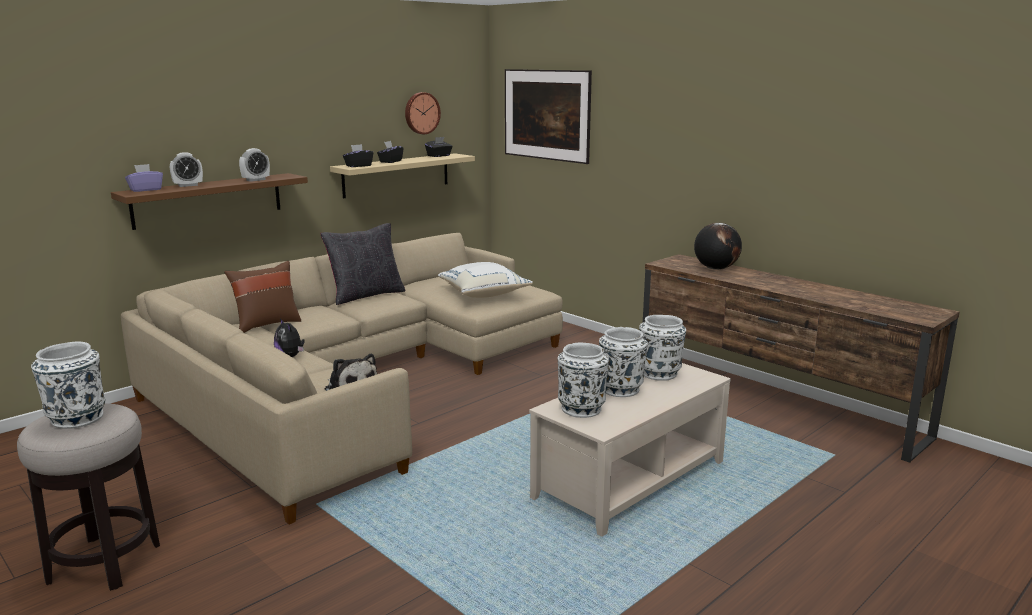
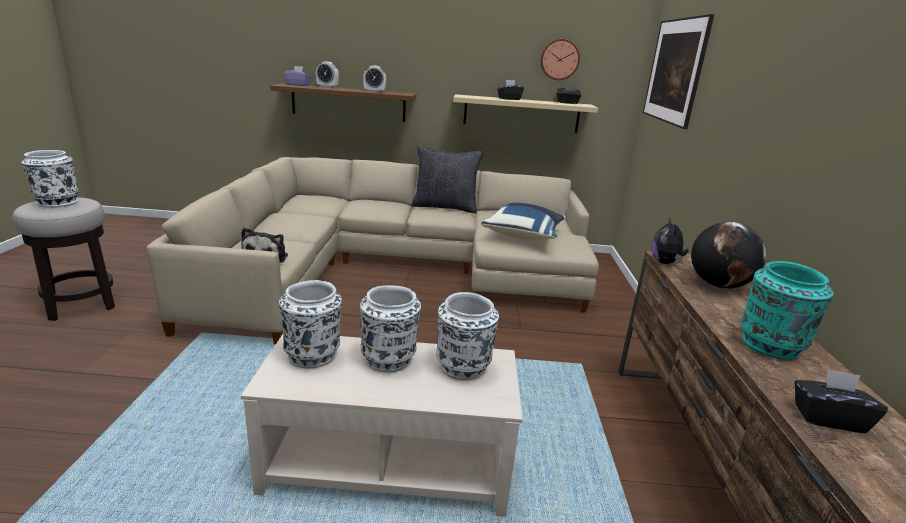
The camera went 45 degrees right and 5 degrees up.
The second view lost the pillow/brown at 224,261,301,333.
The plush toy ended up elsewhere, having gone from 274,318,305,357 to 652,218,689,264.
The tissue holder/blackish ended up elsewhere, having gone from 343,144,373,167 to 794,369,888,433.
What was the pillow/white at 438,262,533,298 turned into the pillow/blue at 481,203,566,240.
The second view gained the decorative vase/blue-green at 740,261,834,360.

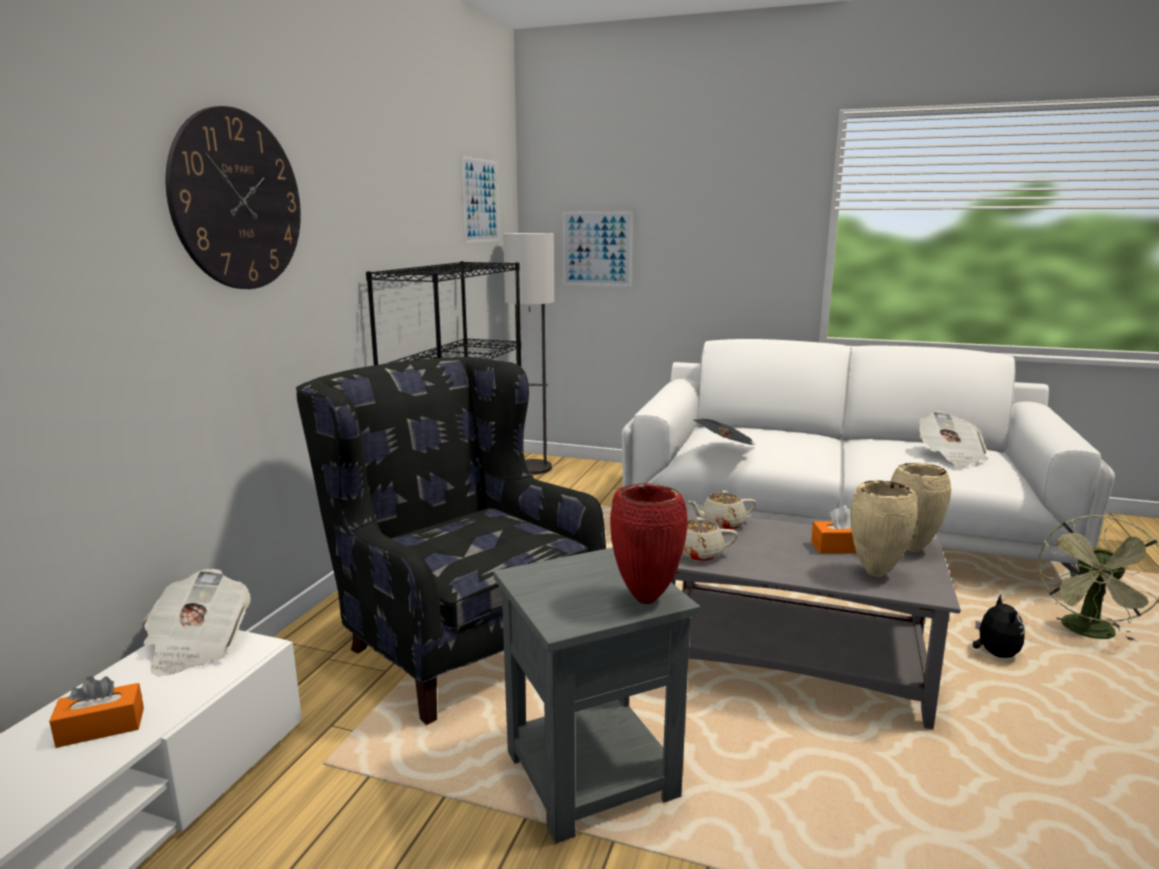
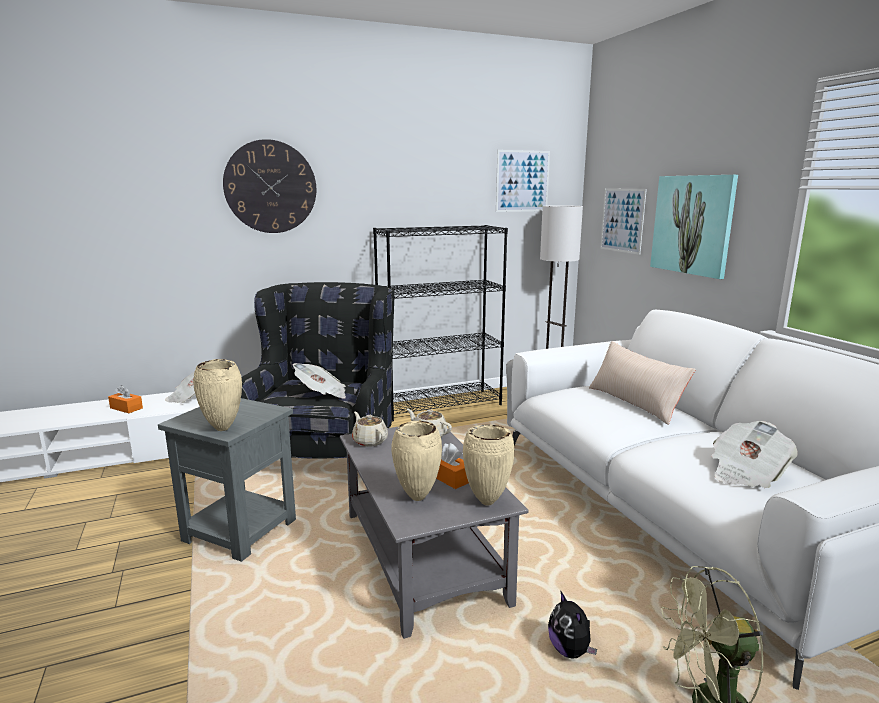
The camera went 50 degrees right and 0 degrees up.
What was the decorative vase/red-coloured at 610,484,687,604 turned into the decorative vase/beige-coloured at 193,359,242,431.
The newspaper ended up elsewhere, having gone from 693,419,755,445 to 293,363,346,399.
The plush toy at 973,594,1025,658 ended up facing another way, 105 degrees clockwise from before.
The second view gained the pillow/beige-coloured at 589,341,696,425.
The second view gained the wall picture at 650,175,738,279.

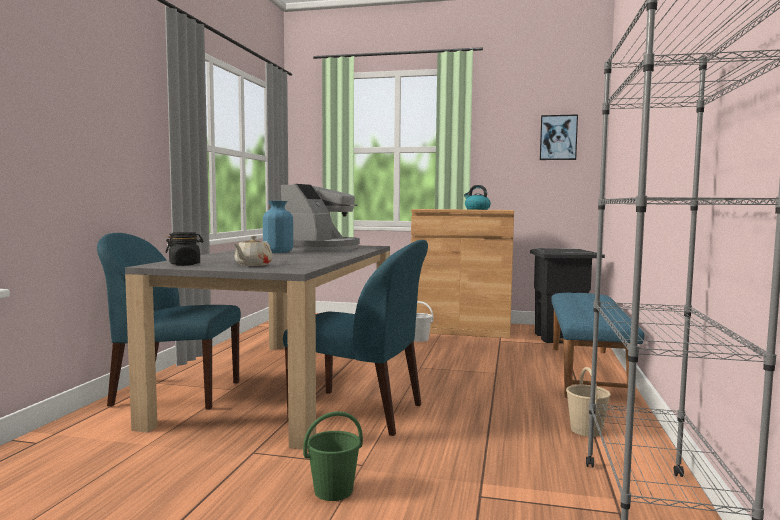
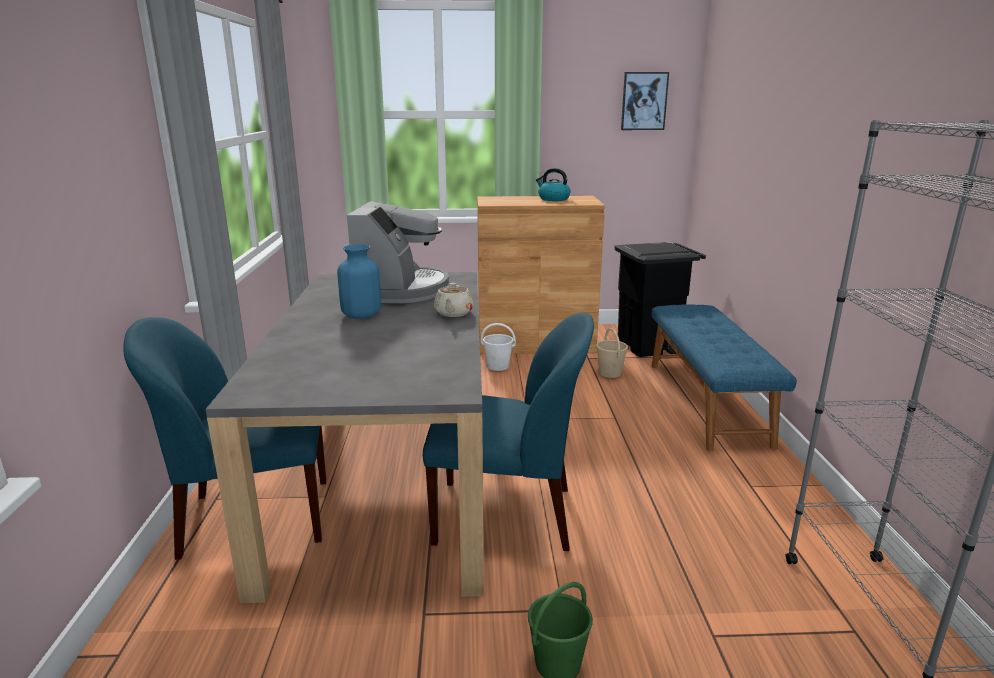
The camera went 15 degrees left and 15 degrees up.
The second view lost the storage jar/blackish at 165,232,204,266.
The pot for tea/beige-coloured ended up elsewhere, having gone from 234,236,273,266 to 434,283,473,317.
The bucket/beige-coloured ended up elsewhere, having gone from 566,367,611,437 to 596,328,628,378.

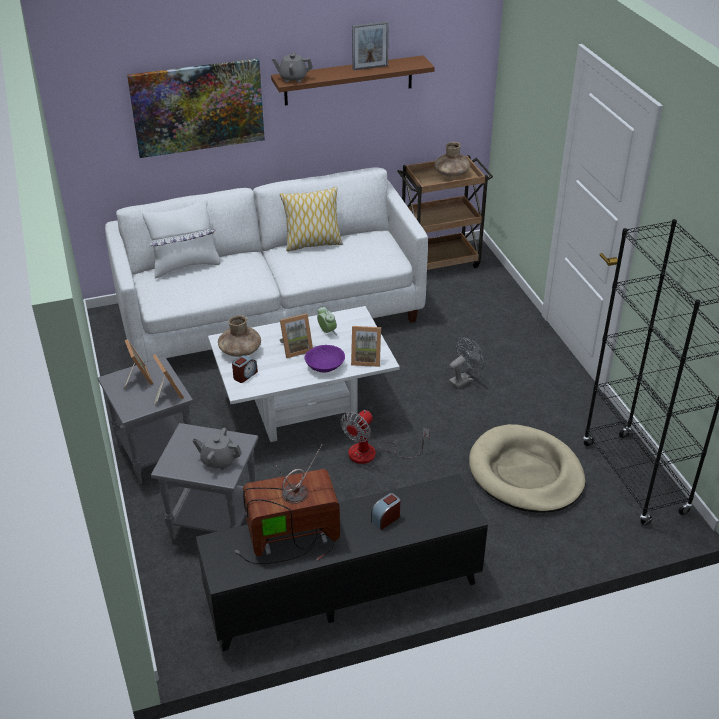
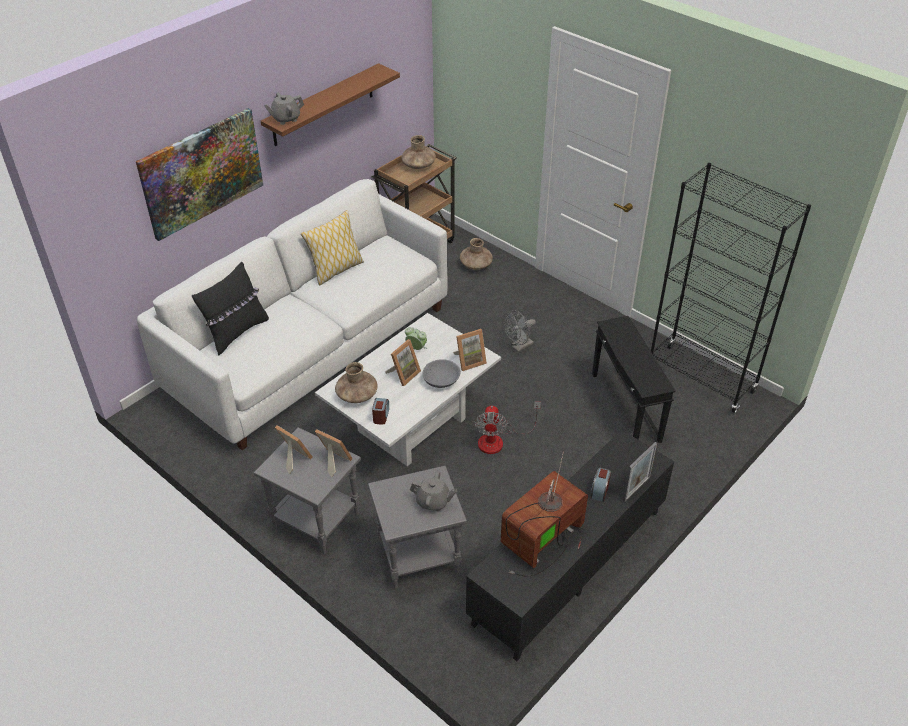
The camera went 30 degrees left and 5 degrees up.
What was the pillow/white at 142,199,220,278 turned into the pillow/blackish at 192,262,269,356.
The pot for tea/greyish at 192,428,242,470 ended up facing another way, 150 degrees counterclockwise from before.
What was the serving bowl/purple-coloured at 305,345,345,372 turned into the serving bowl/greyish at 422,359,461,388.
The standing frame ended up elsewhere, having gone from 352,21,389,70 to 623,442,657,503.
The fan/greyish at 449,337,484,389 ended up facing another way, 150 degrees counterclockwise from before.
Where the dog cushion/beige-coloured stood at 469,424,585,513, the accent table/blackish came to stand at 592,316,676,443.
The second view gained the decorative vase/brown at 460,238,493,270.

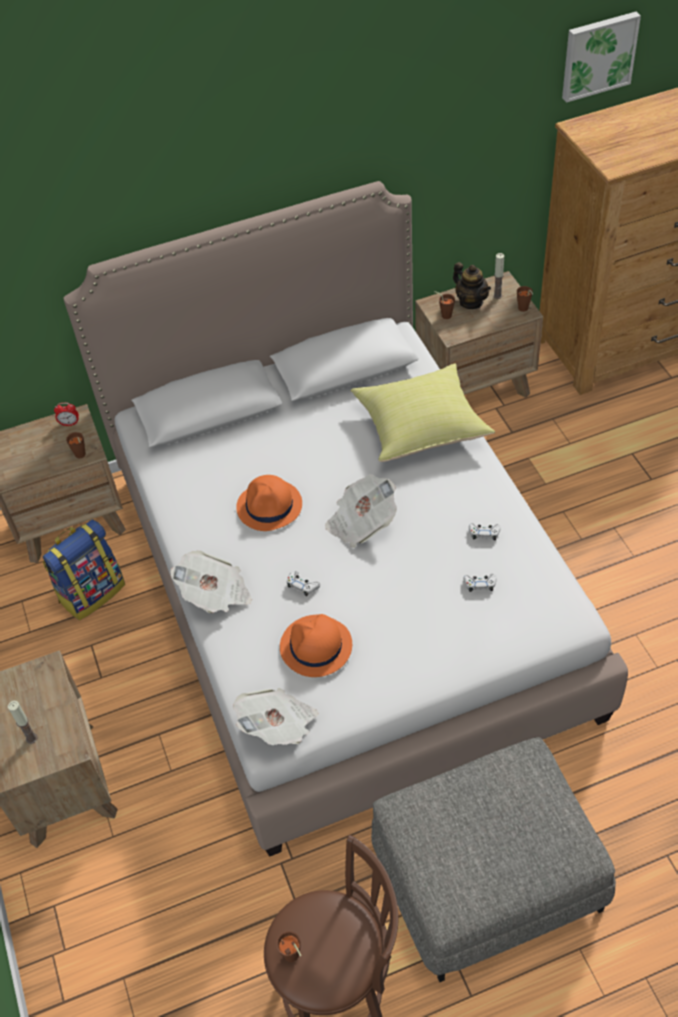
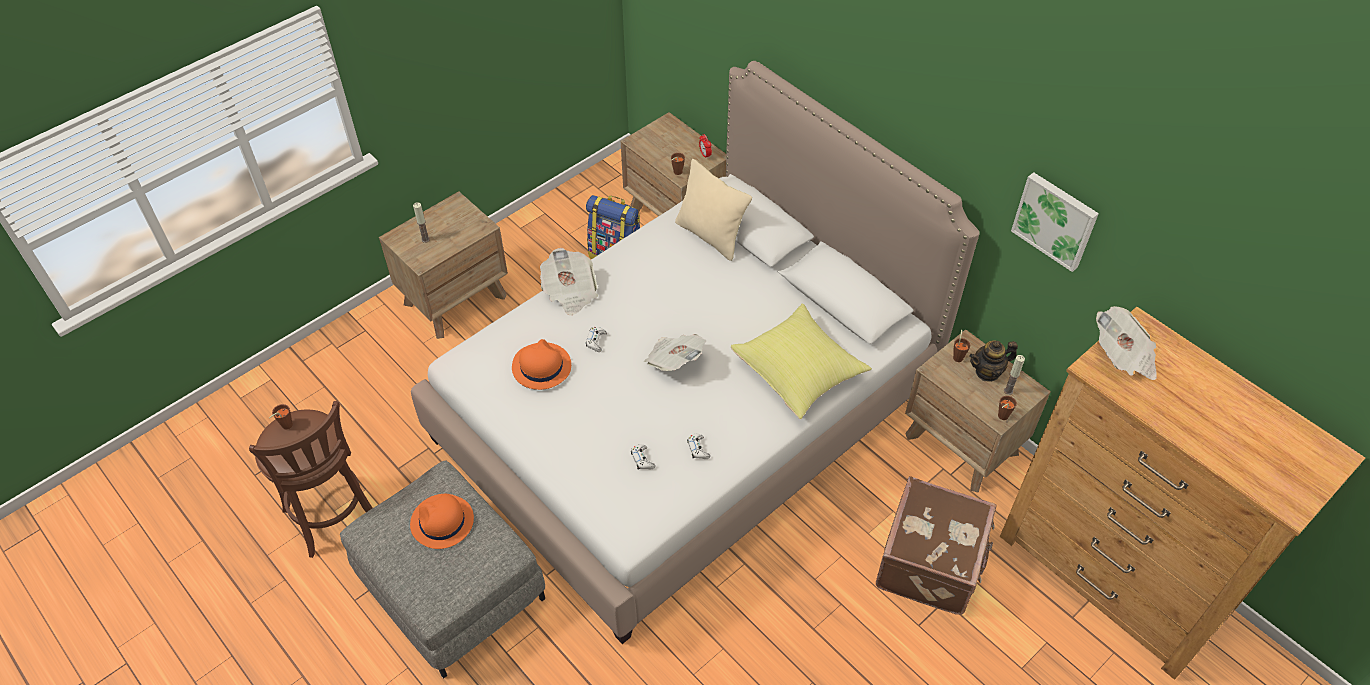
The camera went 65 degrees right and 0 degrees up.
The newspaper ended up elsewhere, having gone from 233,688,319,745 to 1096,306,1157,380.
The clothing hat/orangey ended up elsewhere, having gone from 236,475,302,531 to 410,493,474,549.
The pot for tea at 453,262,491,309 ended up facing another way, 45 degrees clockwise from before.
The wall picture ended up elsewhere, having gone from 562,12,641,103 to 1011,172,1099,272.
The second view gained the pillow/beige-coloured at 675,159,752,261.
The second view gained the piece of luggage/brown at 876,476,997,615.

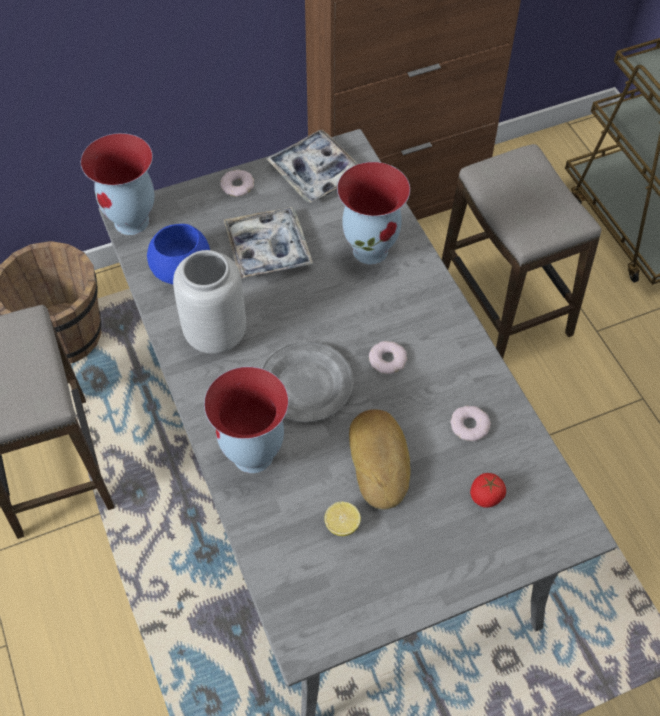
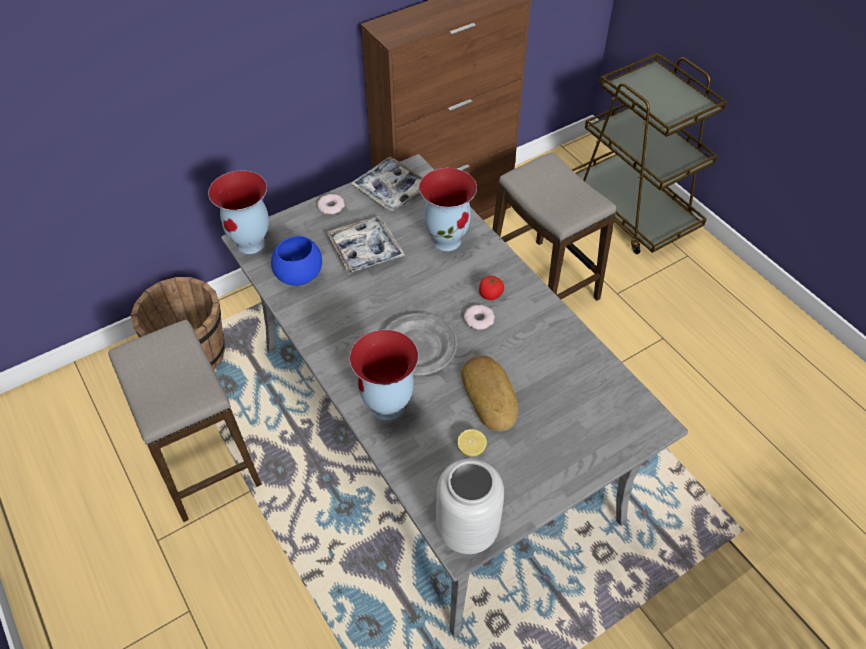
The camera went 10 degrees left and 5 degrees down.
The decorative vase/greyish ended up elsewhere, having gone from 173,250,246,354 to 436,459,504,554.
The second view lost the ring doughnut at 450,406,491,441.
The whole tomato ended up elsewhere, having gone from 470,473,506,508 to 479,276,504,300.

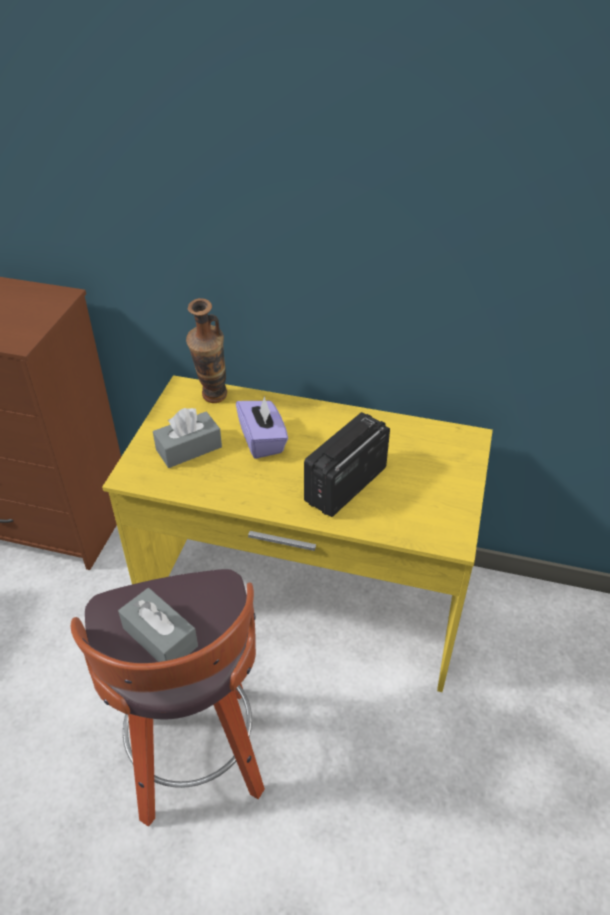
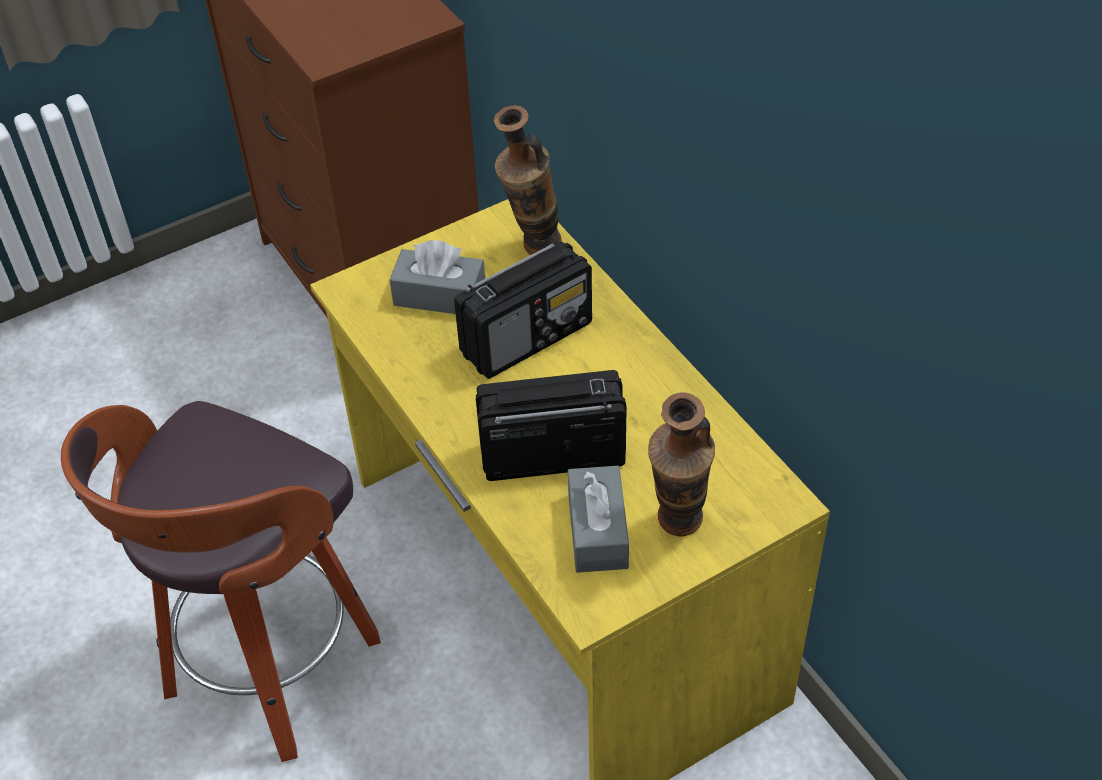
The camera went 45 degrees right and 5 degrees up.
The tissue holder/greyish ended up elsewhere, having gone from 118,588,198,662 to 568,466,629,573.
Where the tissue holder/purple-coloured stood at 236,396,288,459, the radio receiver came to stand at 454,241,592,379.
The second view gained the decorative vase at 648,392,715,536.

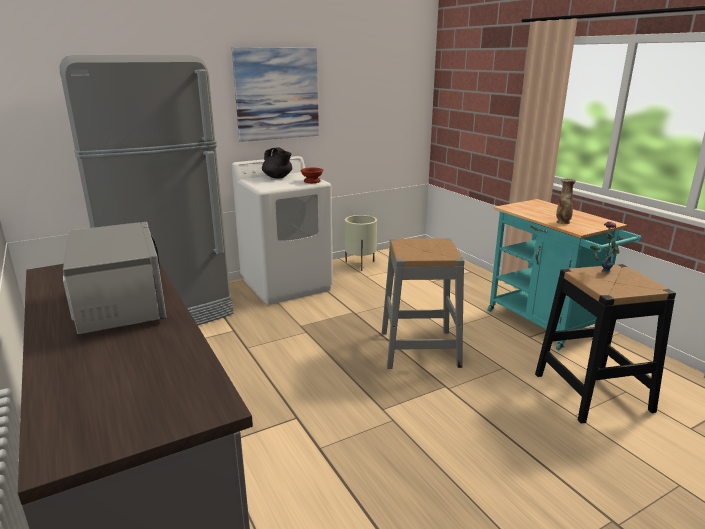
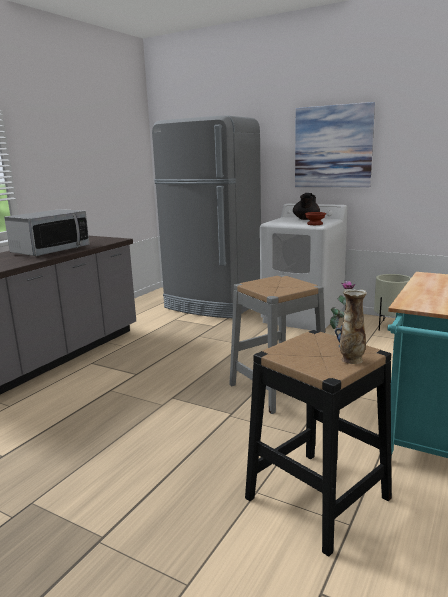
The camera went 60 degrees right and 5 degrees down.
The decorative vase ended up elsewhere, having gone from 556,178,576,224 to 340,289,367,364.

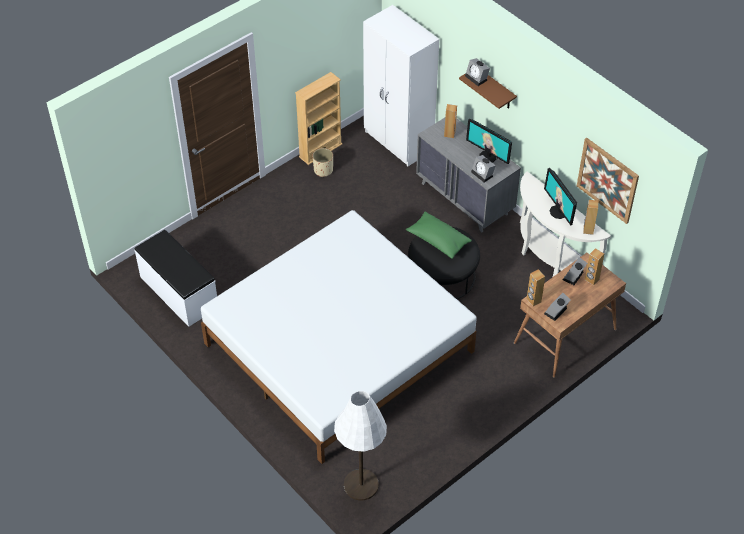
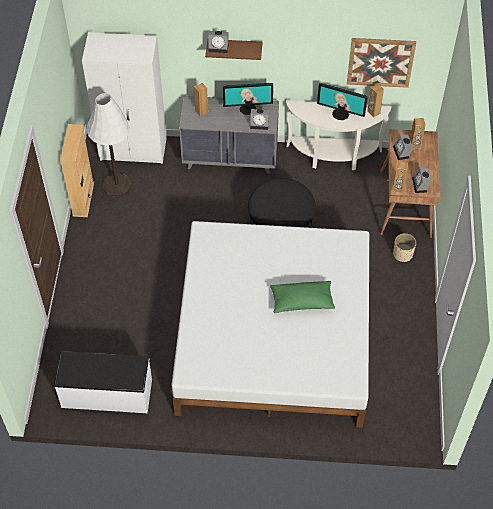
The camera went 45 degrees left and 5 degrees up.
The plant pot/beige-coloured ended up elsewhere, having gone from 313,148,333,177 to 393,233,416,262.
The standing lamp/white ended up elsewhere, having gone from 334,391,387,501 to 86,93,131,197.
The pillow/green ended up elsewhere, having gone from 406,212,472,259 to 270,281,335,313.

